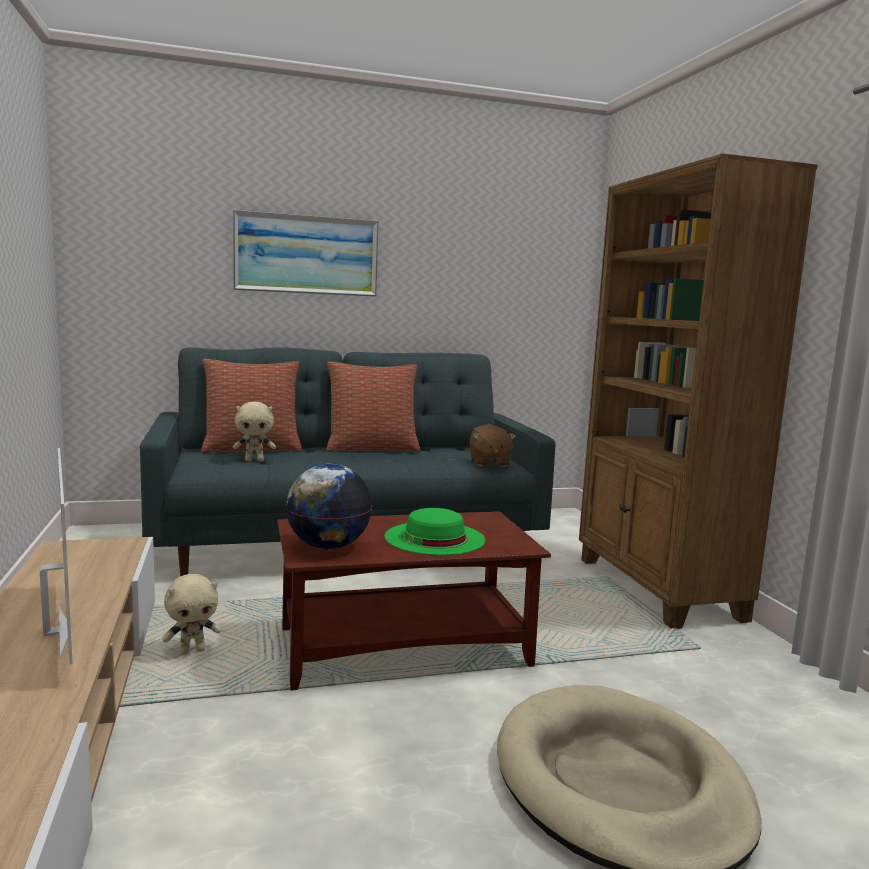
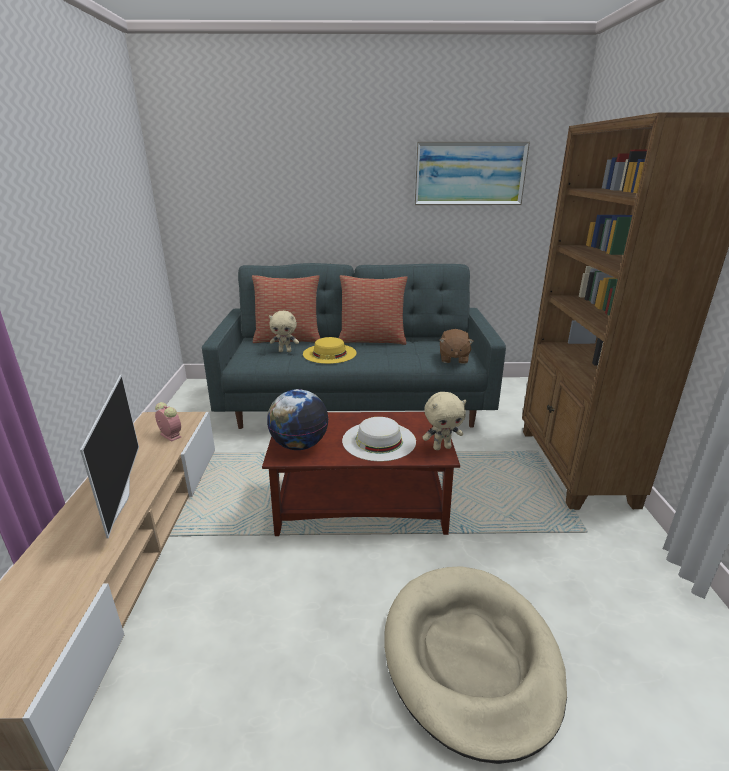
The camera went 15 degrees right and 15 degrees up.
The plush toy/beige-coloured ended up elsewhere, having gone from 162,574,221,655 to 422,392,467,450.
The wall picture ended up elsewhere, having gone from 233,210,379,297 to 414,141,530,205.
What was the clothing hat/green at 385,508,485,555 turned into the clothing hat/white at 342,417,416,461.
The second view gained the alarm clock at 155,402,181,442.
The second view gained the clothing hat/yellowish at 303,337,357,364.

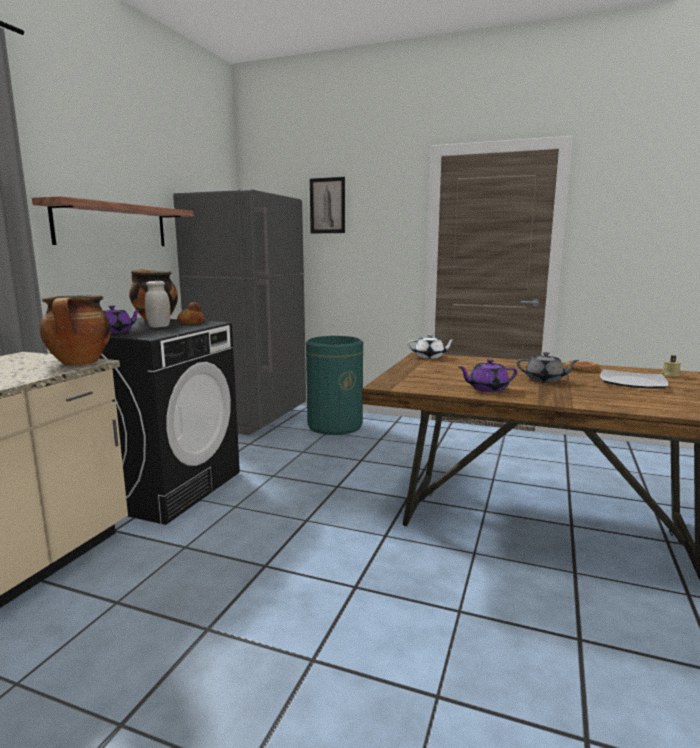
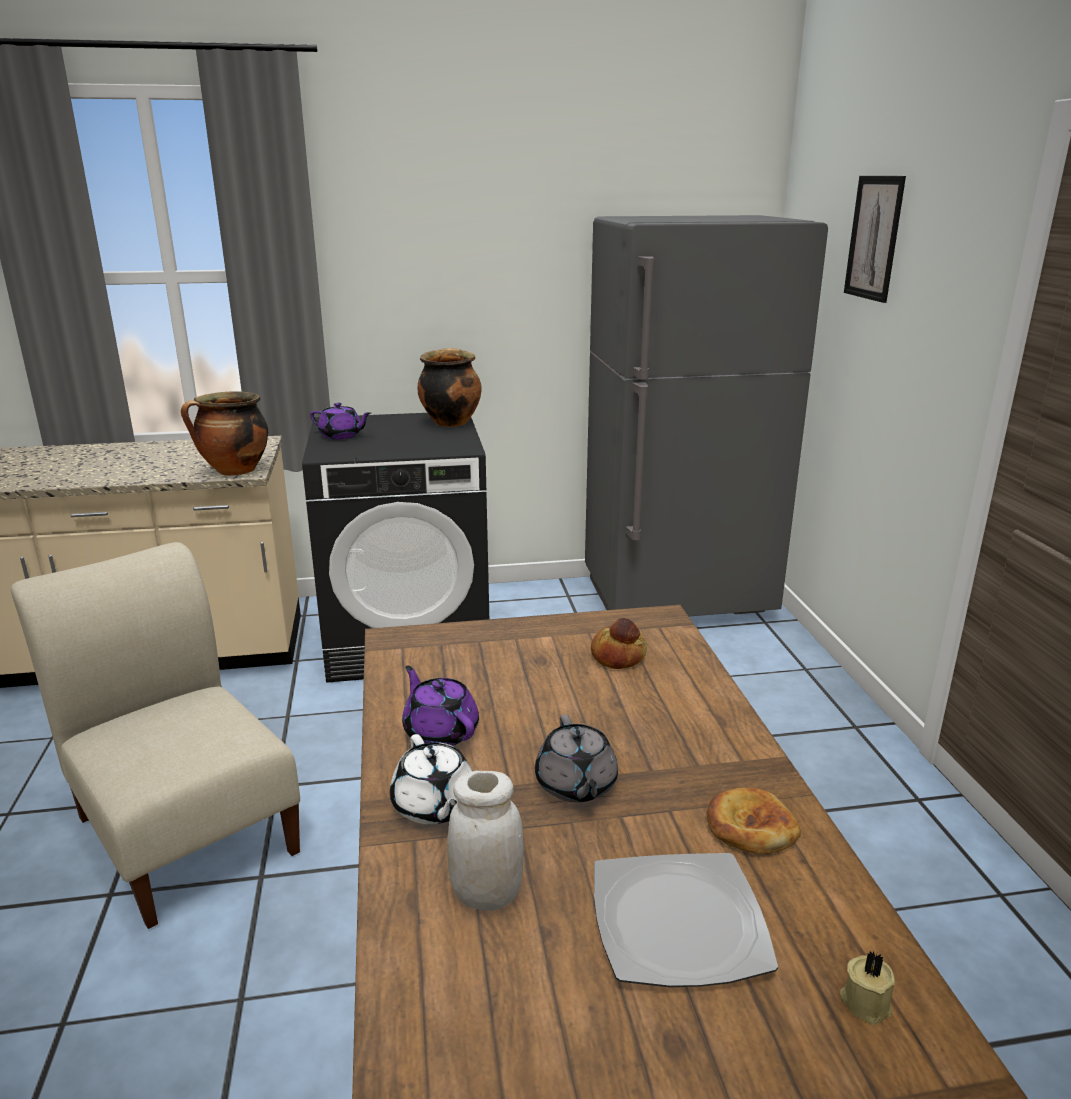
The camera went 60 degrees right and 10 degrees up.
The second view lost the bracket shelf at 32,196,194,246.
The storage jar/white ended up elsewhere, having gone from 145,281,171,328 to 447,771,524,911.
The bakery bread ended up elsewhere, having gone from 177,302,204,324 to 591,618,647,669.
The second view lost the waste bin/green at 306,336,363,435.
The pot for tea/white ended up elsewhere, having gone from 407,334,456,359 to 390,734,472,824.
The second view gained the plain chair/beige-coloured at 11,542,300,929.

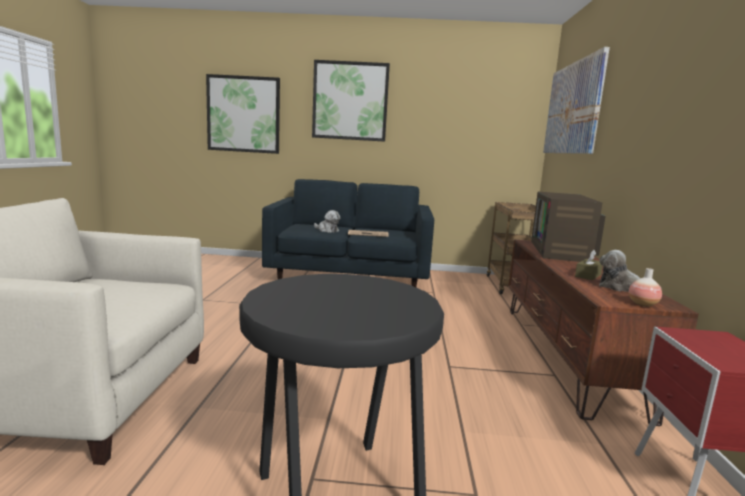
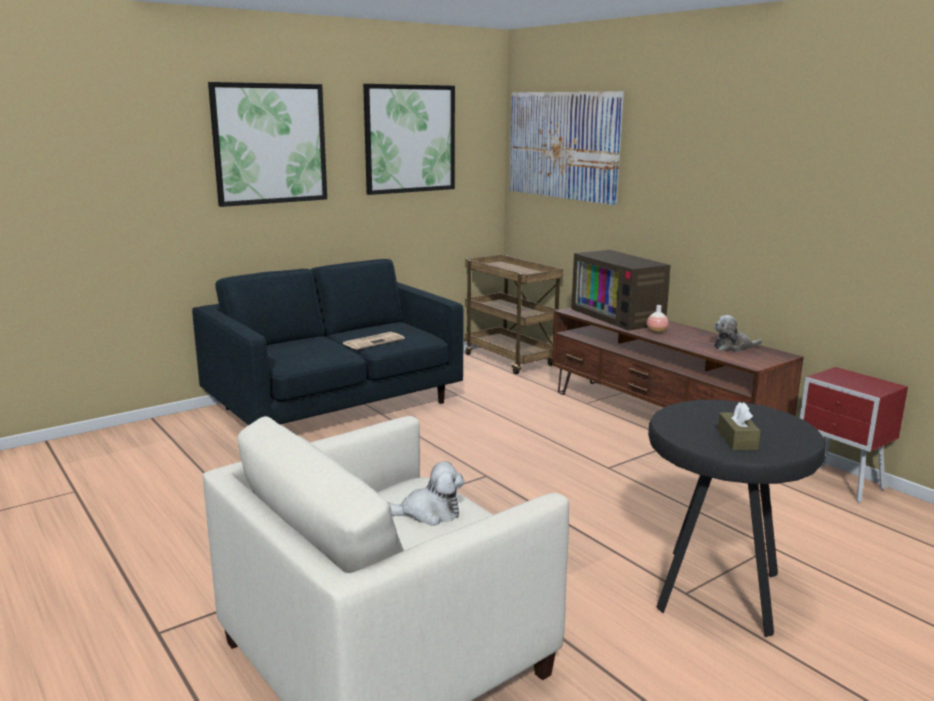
The camera went 40 degrees left and 5 degrees up.
The wall picture ended up elsewhere, having gone from 206,74,280,154 to 363,84,455,195.
The plush toy ended up elsewhere, having gone from 314,210,340,233 to 389,461,464,526.
The tissue holder/brown ended up elsewhere, having gone from 575,250,603,280 to 718,402,761,450.
The decorative vase ended up elsewhere, having gone from 629,268,662,307 to 647,305,669,333.

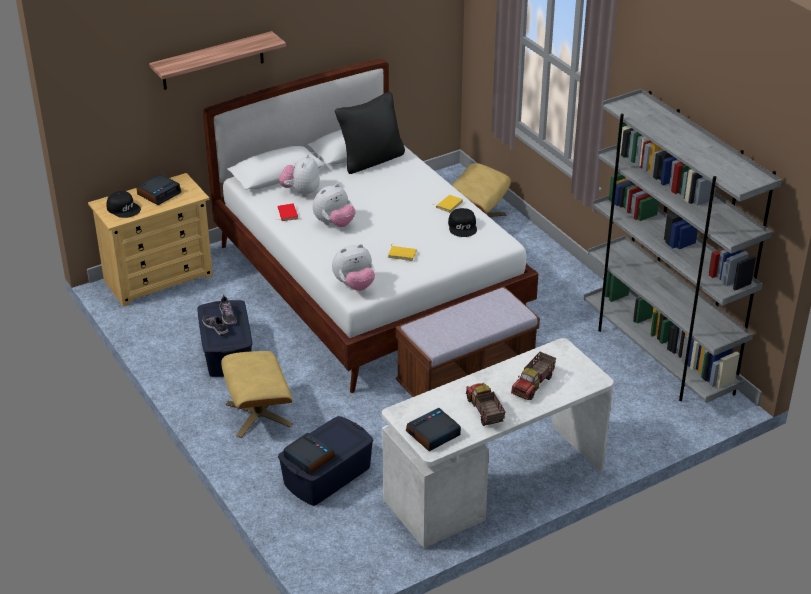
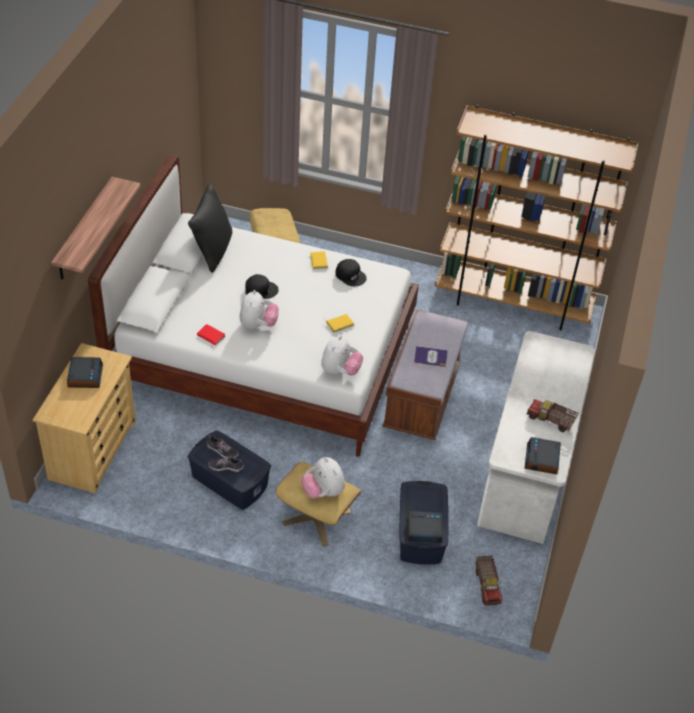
The camera went 45 degrees left and 10 degrees up.
The cap/blackish ended up elsewhere, having gone from 106,191,141,218 to 245,274,279,299.
The plush toy ended up elsewhere, having gone from 279,154,320,197 to 302,457,345,499.
The toy lorry ended up elsewhere, having gone from 511,352,556,400 to 476,555,502,605.
What was the shelving unit/greyish at 584,89,782,403 turned into the shelving unit/brown at 435,105,639,330.
The second view gained the book at 414,346,448,368.

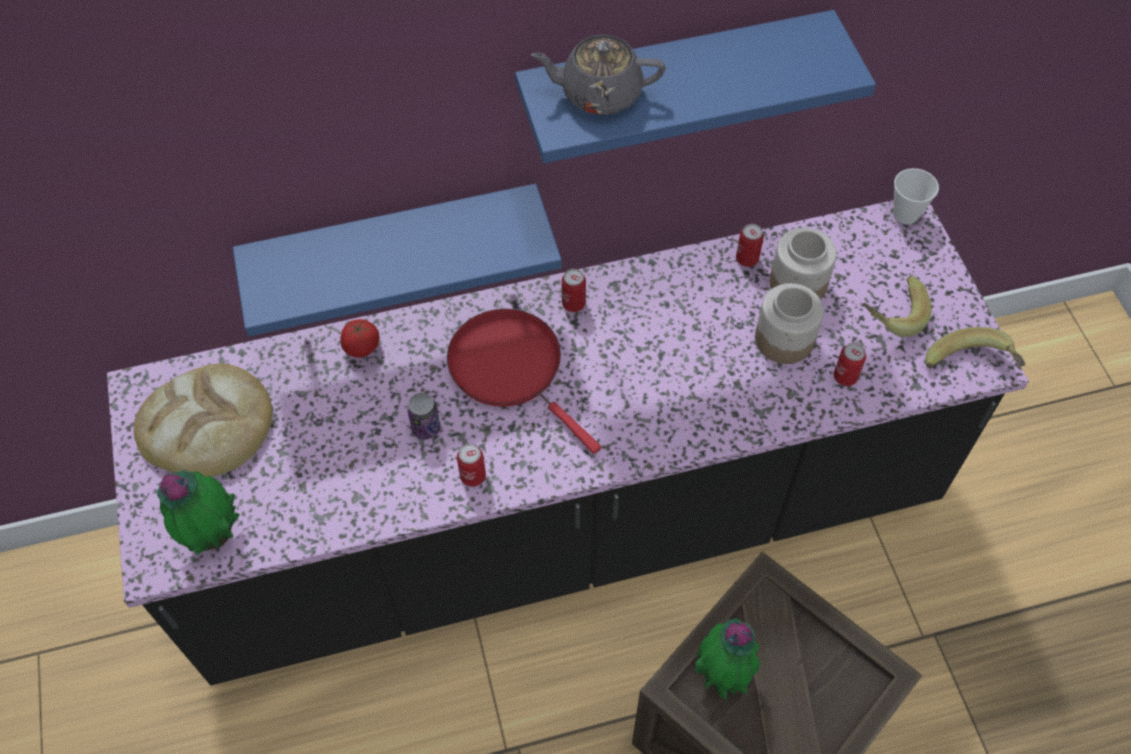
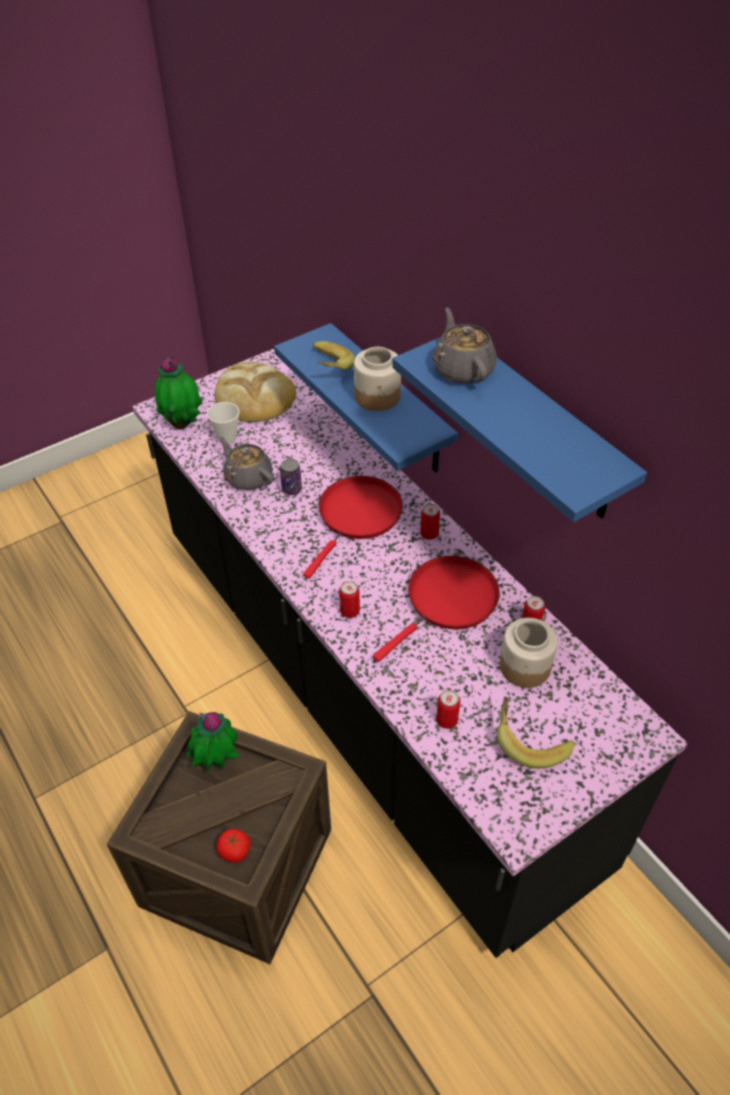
The camera went 70 degrees right and 10 degrees down.
The whole tomato ended up elsewhere, having gone from 341,319,380,358 to 217,829,251,863.
The metal can ended up elsewhere, having gone from 457,444,486,487 to 339,581,360,618.
The storage jar ended up elsewhere, having gone from 755,283,824,364 to 354,347,401,411.
The small cup ended up elsewhere, having gone from 893,168,939,224 to 207,402,240,444.
The whole banana ended up elsewhere, having gone from 926,327,1025,368 to 313,341,355,370.
The second view gained the pot for tea/greyish at 218,436,273,490.
The second view gained the frying pan/red-coloured at 373,556,500,662.

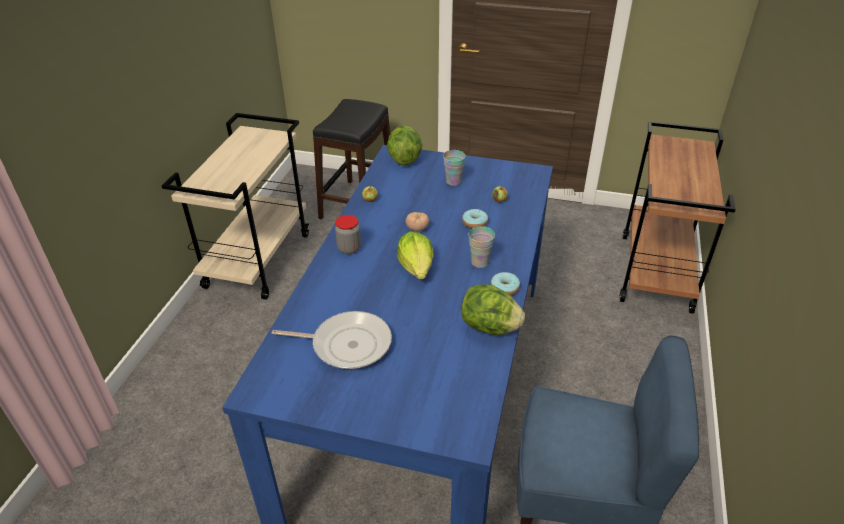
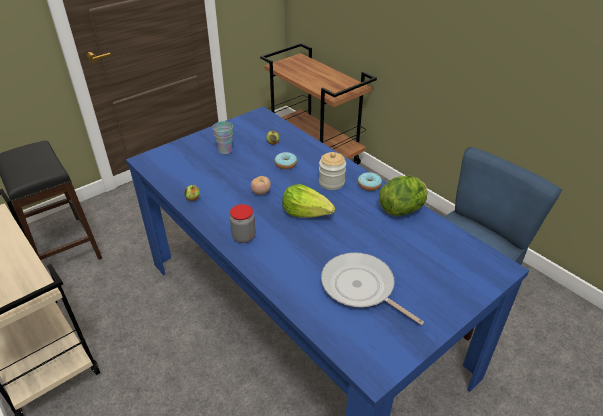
The camera went 55 degrees left and 0 degrees up.
The frying pan at 272,311,392,369 ended up facing another way, 90 degrees counterclockwise from before.
The second view lost the lettuce head at 387,126,422,165.
Where the small cup stood at 469,226,495,268, the storage jar came to stand at 319,152,346,190.

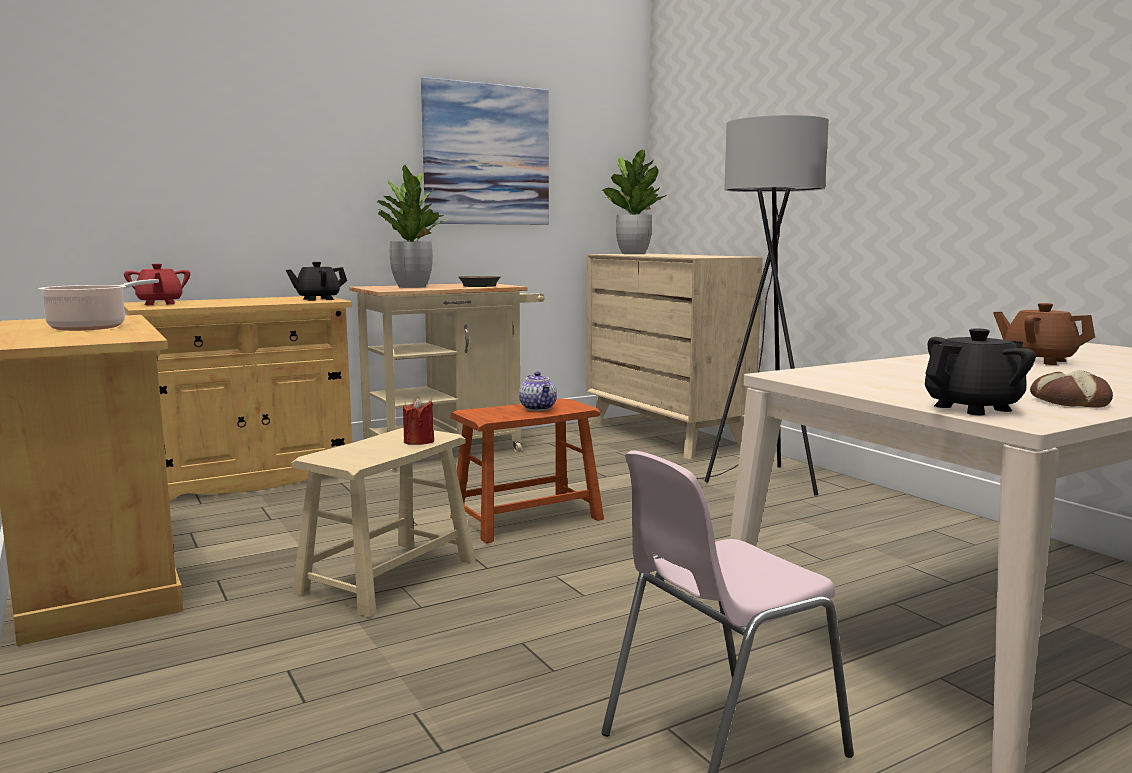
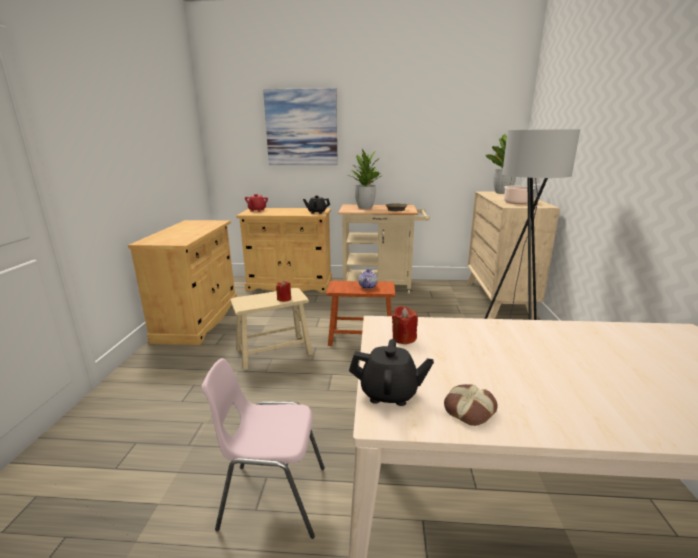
The camera went 35 degrees right and 10 degrees up.
The saucepot ended up elsewhere, having gone from 38,279,159,331 to 504,184,541,204.
The wall picture ended up elsewhere, having gone from 421,77,549,225 to 263,88,338,165.
The second view lost the pot for tea/brown at 993,303,1095,365.
The second view gained the wax light/red-coloured at 392,306,418,344.

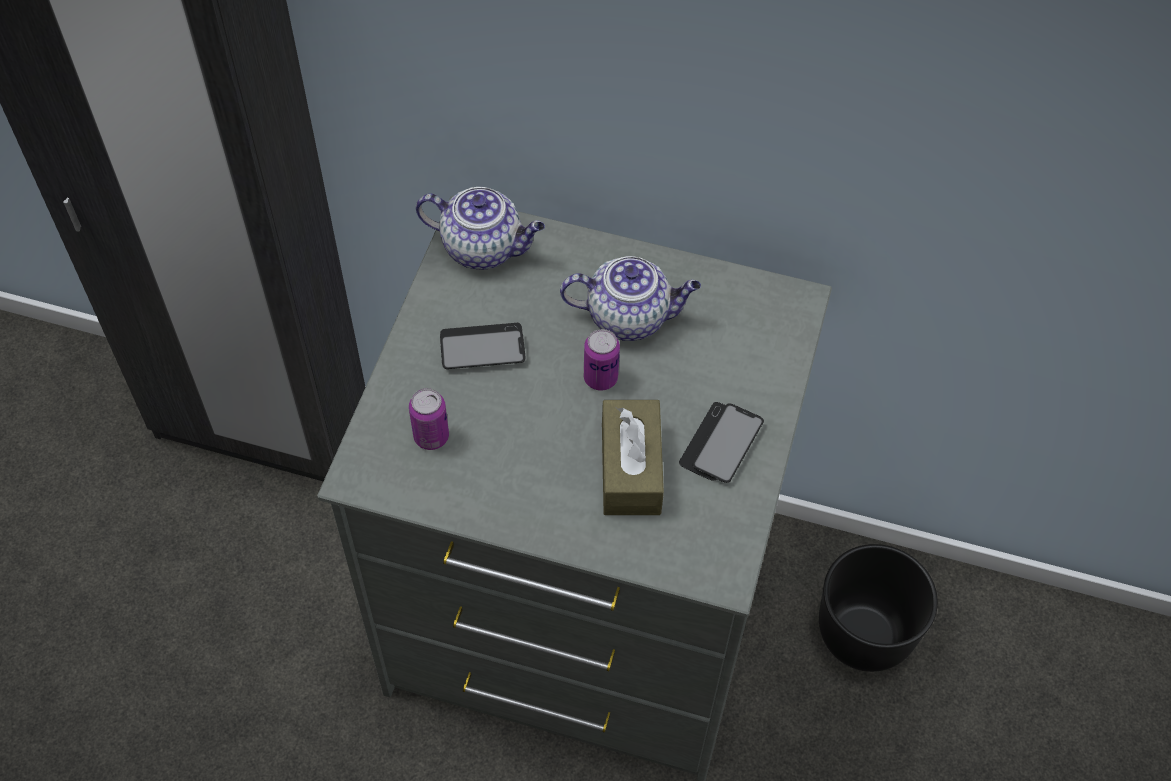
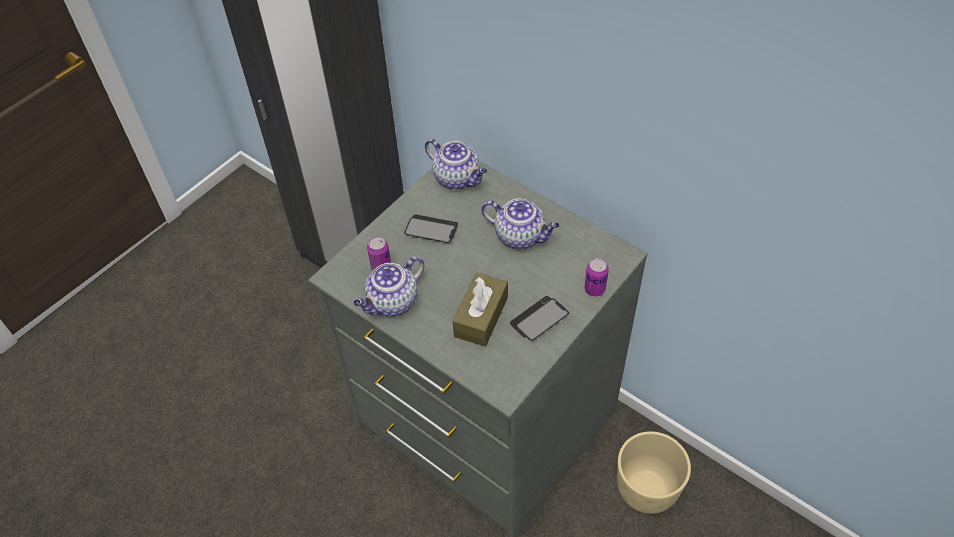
The camera went 25 degrees right and 5 degrees down.
The metal can ended up elsewhere, having gone from 584,329,620,391 to 584,258,609,297.
What was the plant pot/blackish at 819,544,938,672 turned into the plant pot/beige-coloured at 617,431,691,514.
The second view gained the pot for tea at 354,256,425,316.

